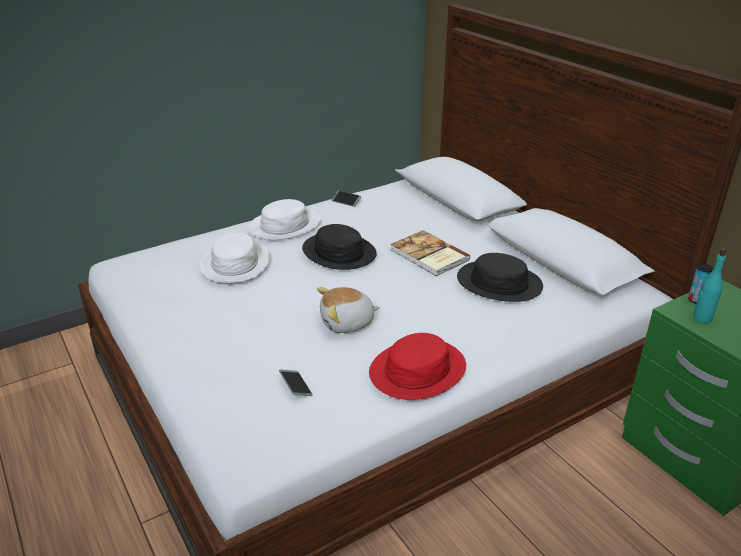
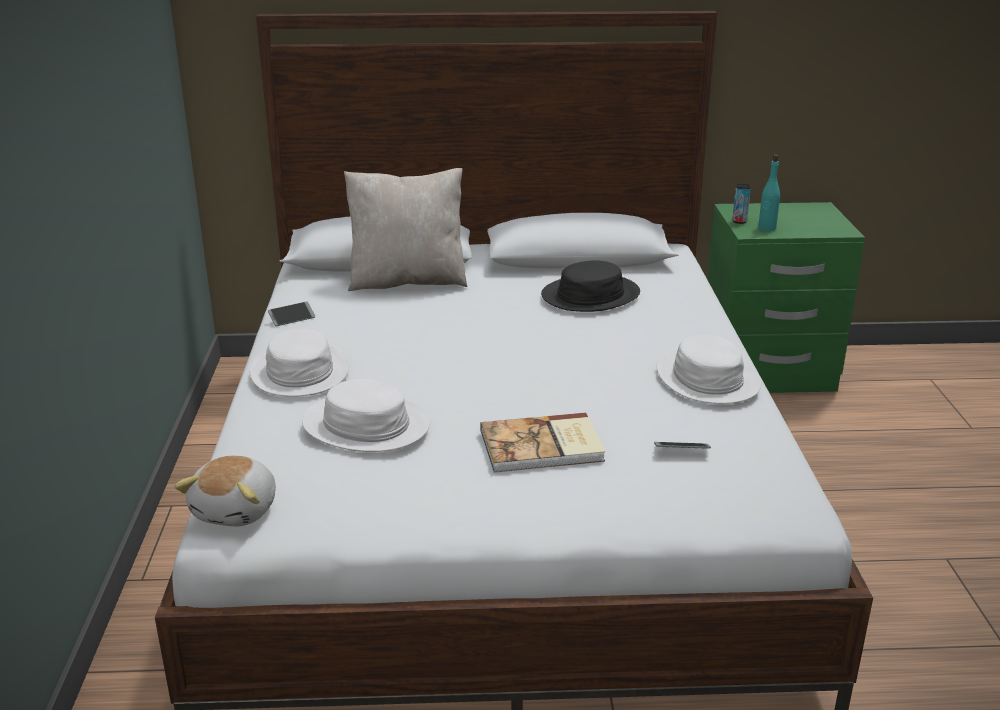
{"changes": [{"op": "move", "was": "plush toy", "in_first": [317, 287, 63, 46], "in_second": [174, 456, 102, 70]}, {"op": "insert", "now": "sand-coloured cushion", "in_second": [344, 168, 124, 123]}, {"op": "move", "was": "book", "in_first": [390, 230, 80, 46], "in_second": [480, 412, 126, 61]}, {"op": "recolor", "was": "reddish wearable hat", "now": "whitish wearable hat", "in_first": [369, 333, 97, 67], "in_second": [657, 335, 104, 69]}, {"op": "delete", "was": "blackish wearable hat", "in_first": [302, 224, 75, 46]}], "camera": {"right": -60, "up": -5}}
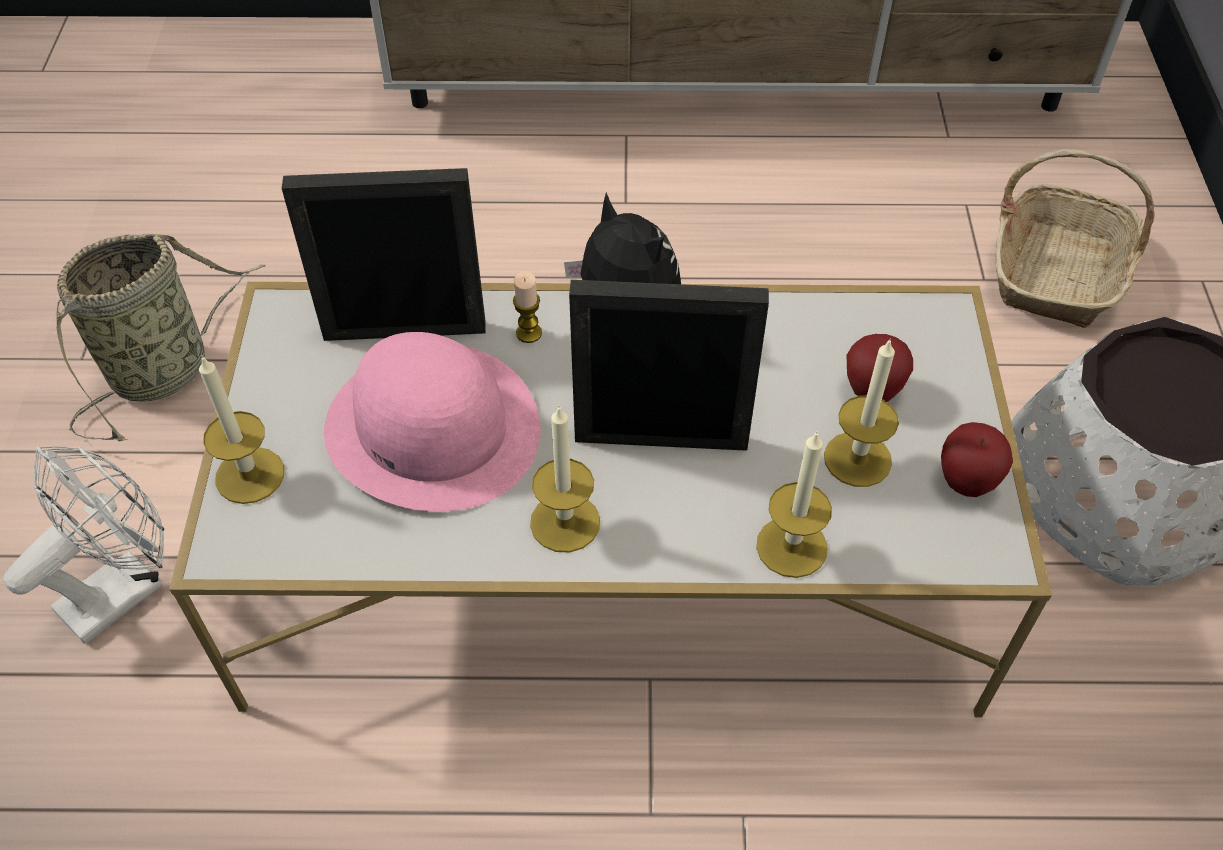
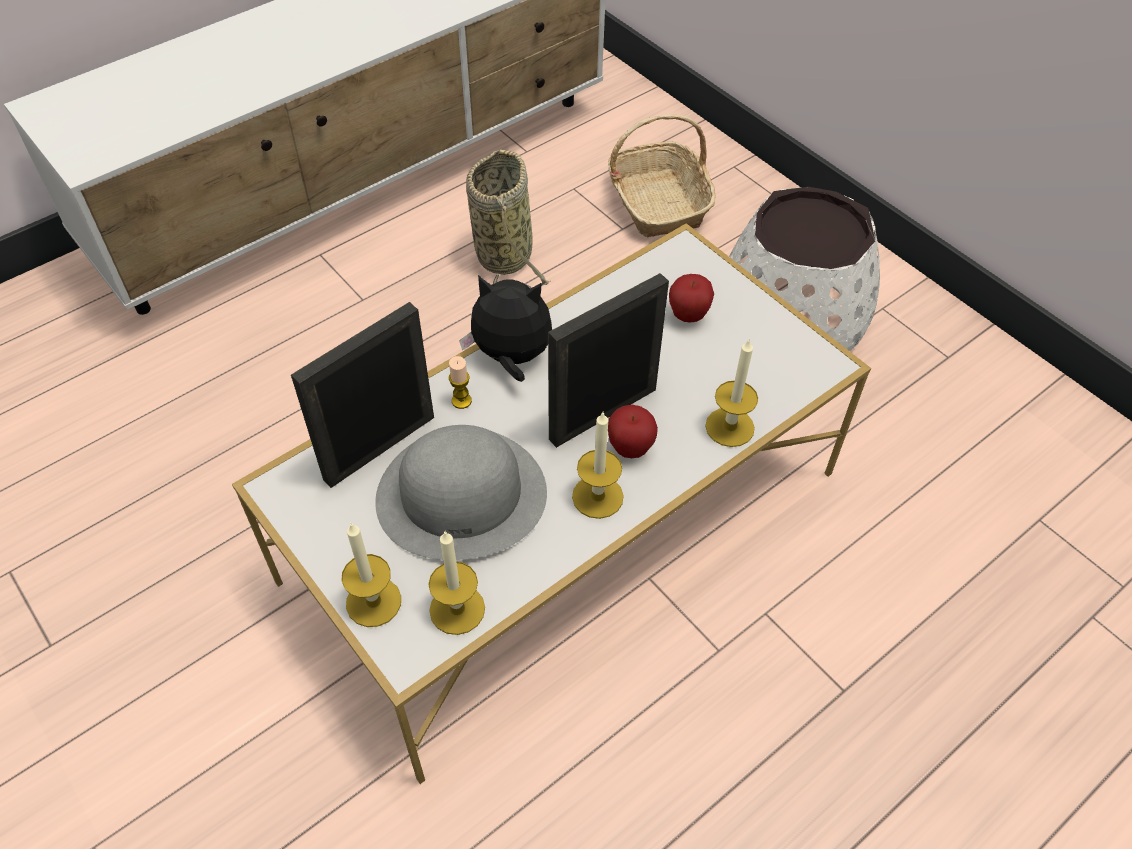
{"changes": [{"op": "recolor", "was": "pinkish wearable hat", "now": "gray wearable hat", "in_first": [324, 332, 217, 179], "in_second": [375, 425, 172, 135]}, {"op": "move", "was": "candle", "in_first": [824, 338, 75, 149], "in_second": [428, 530, 57, 105]}, {"op": "move", "was": "basket", "in_first": [56, 233, 209, 208], "in_second": [466, 149, 84, 137]}, {"op": "move", "was": "apple fruit", "in_first": [941, 422, 72, 75], "in_second": [608, 405, 50, 53]}, {"op": "delete", "was": "whitish fan", "in_first": [4, 446, 160, 198]}], "camera": {"right": -40, "up": 0}}
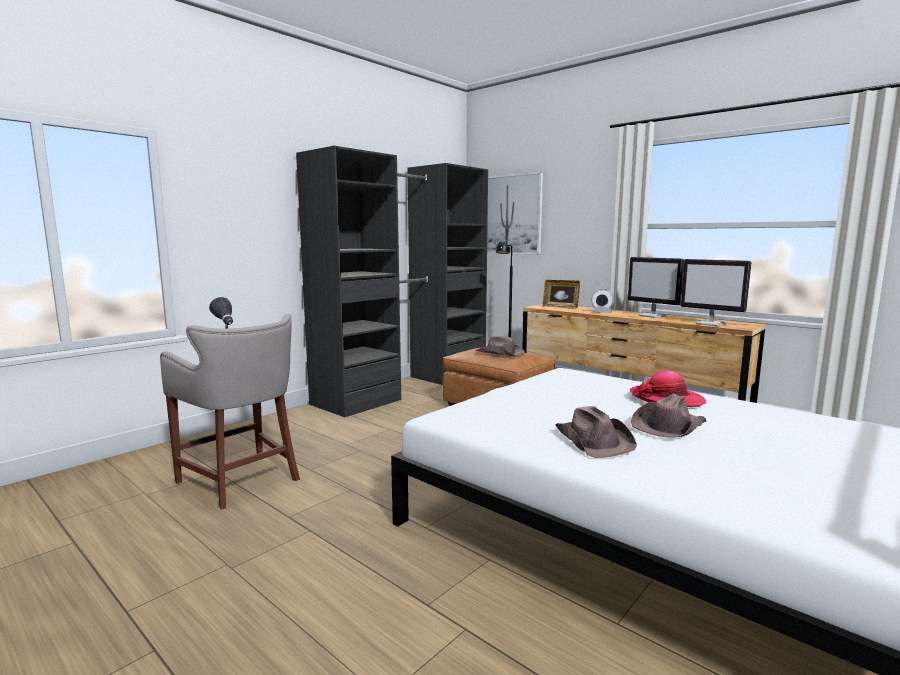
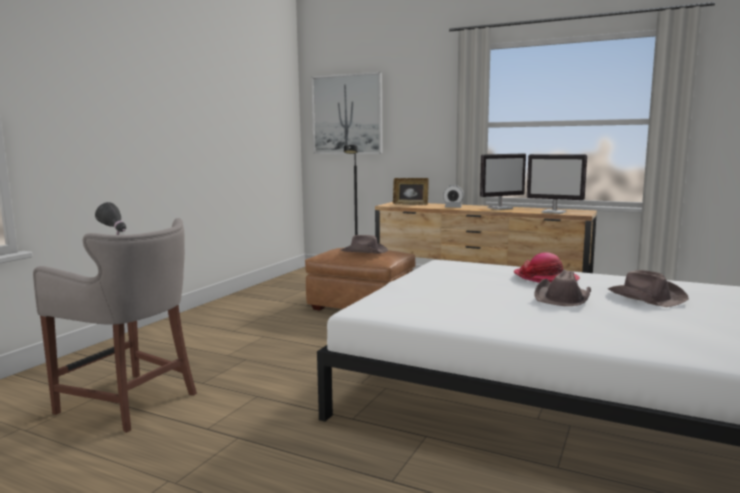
{"changes": [{"op": "rotate", "was": "monitor", "in_first": [628, 257, 56, 61], "in_second": [480, 153, 46, 57], "clockwise": -60}, {"op": "move", "was": "brownish wearable hat", "in_first": [555, 406, 82, 52], "in_second": [608, 270, 81, 37]}, {"op": "delete", "was": "blackish clothes cupboard", "in_first": [296, 146, 192, 271]}], "camera": {"right": -15, "up": 0}}
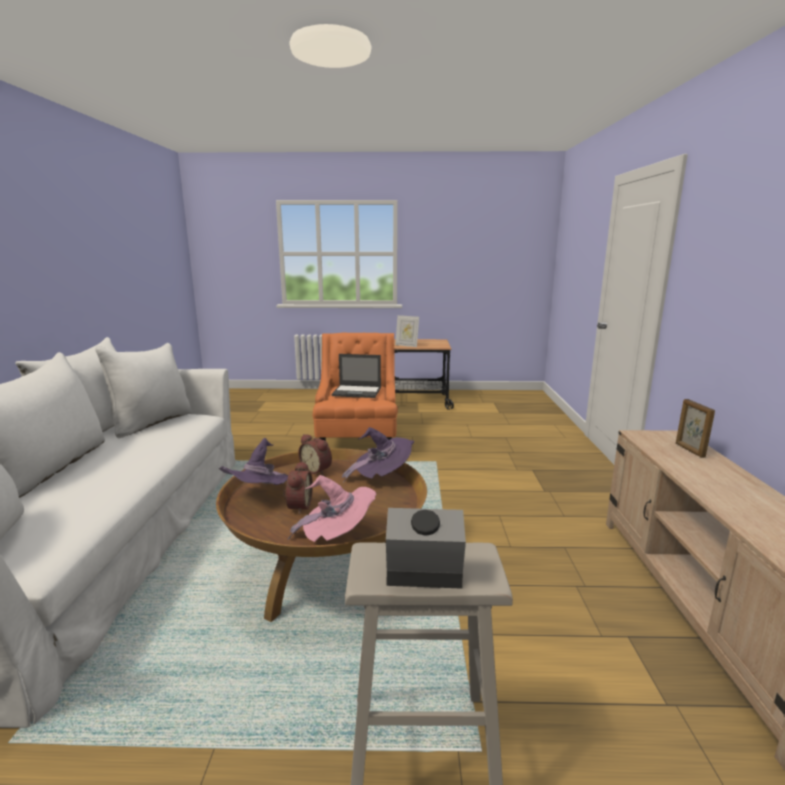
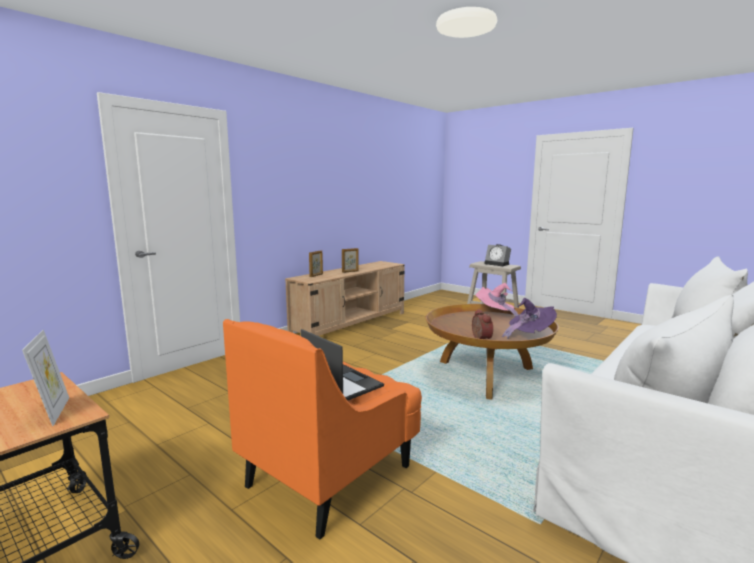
{"changes": [{"op": "insert", "now": "picture frame", "in_second": [342, 248, 17, 25]}, {"op": "delete", "was": "bedside clock", "in_first": [283, 461, 30, 54]}, {"op": "delete", "was": "purplish wearable hat", "in_first": [342, 427, 72, 56]}], "camera": {"right": -140, "up": -5}}
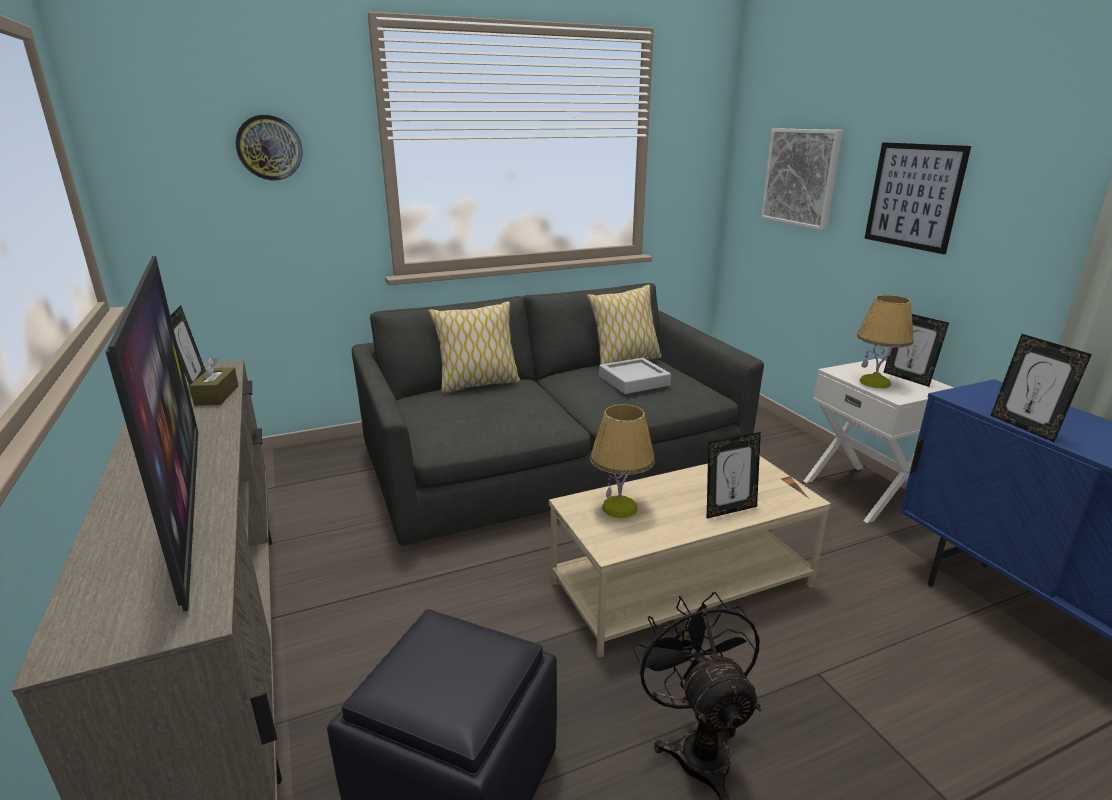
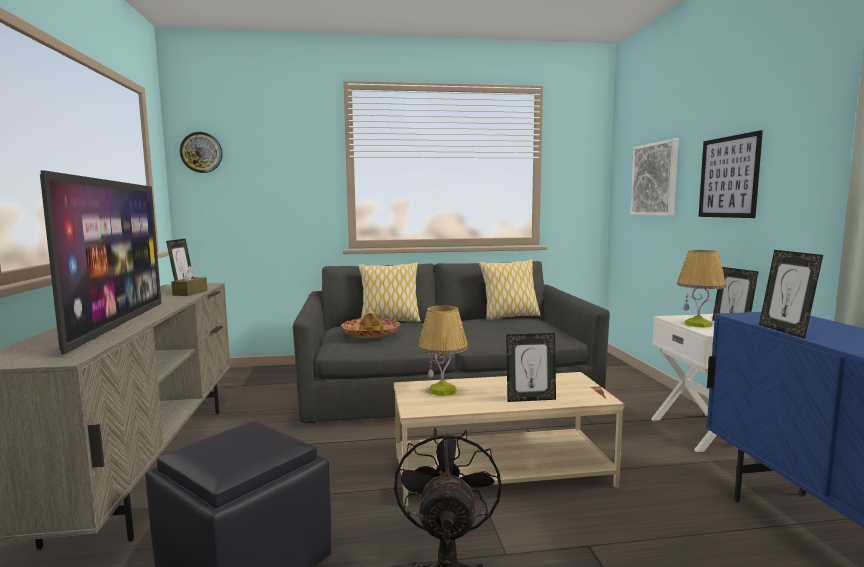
{"changes": [{"op": "move", "was": "hanging clock", "in_first": [235, 115, 68, 65], "in_second": [180, 132, 43, 41]}, {"op": "insert", "now": "wearable hat", "in_second": [341, 311, 60, 27]}, {"op": "delete", "was": "gray tray", "in_first": [599, 358, 72, 36]}], "camera": {"right": 15, "up": -15}}
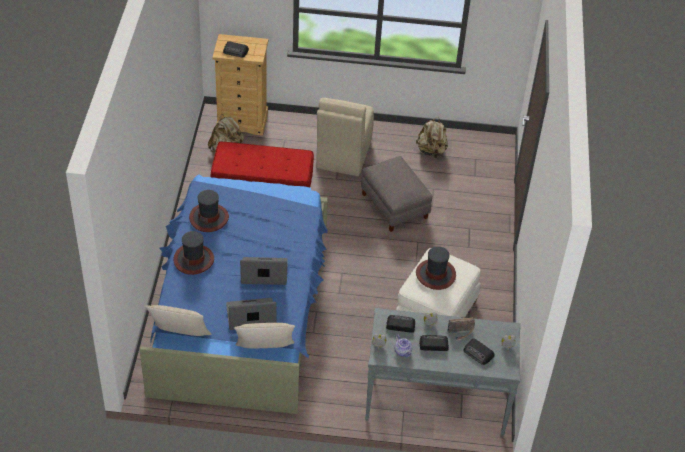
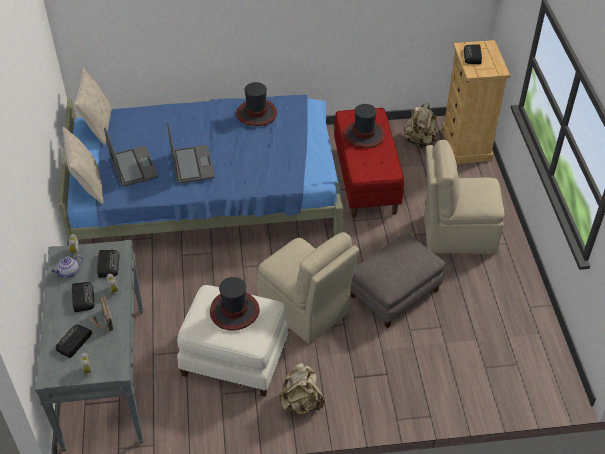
{"changes": [{"op": "insert", "now": "sand-coloured upright chair", "in_second": [257, 232, 102, 112]}, {"op": "move", "was": "sand-coloured rucksack", "in_first": [416, 117, 32, 41], "in_second": [279, 362, 45, 53]}, {"op": "move", "was": "wearable hat", "in_first": [173, 231, 41, 44], "in_second": [344, 104, 41, 44]}], "camera": {"right": 80, "up": 0}}
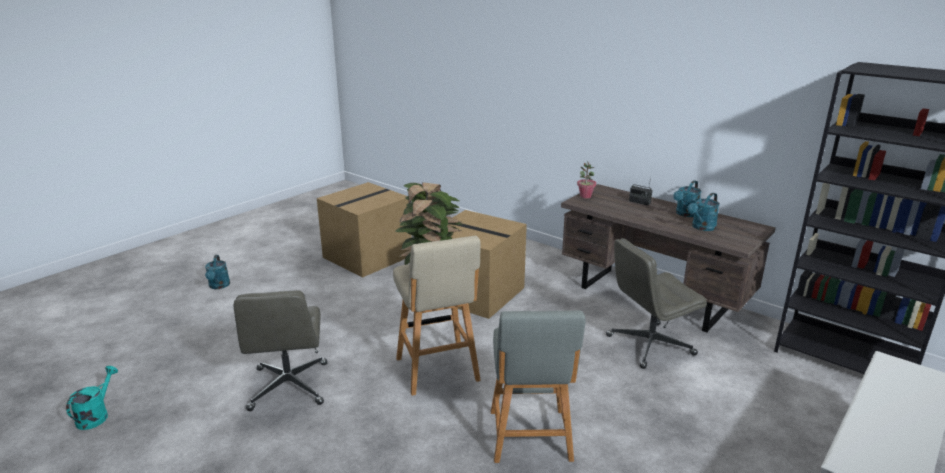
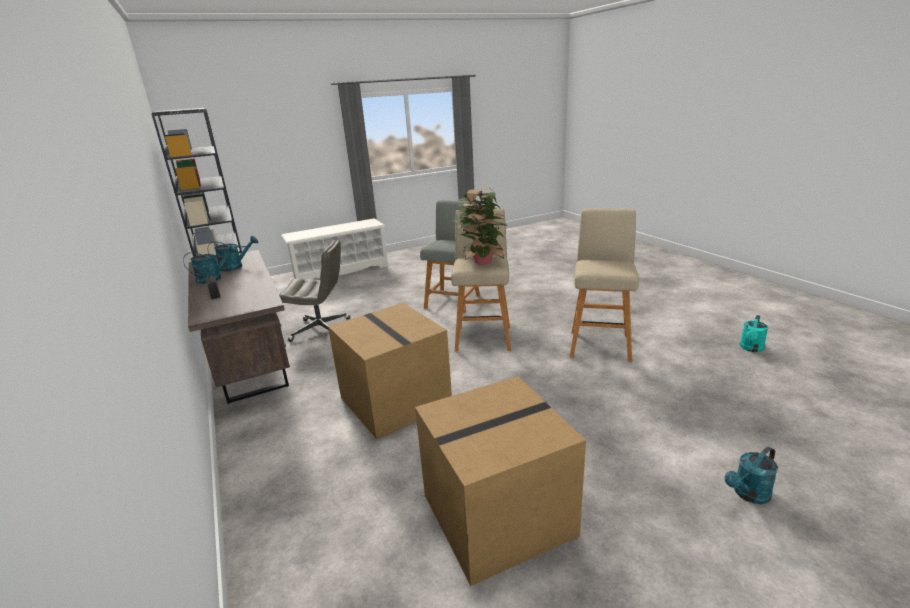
{"changes": [{"op": "replace", "was": "gray desk chair", "now": "sand-coloured stool seat", "in_first": [234, 290, 93, 121], "in_second": [570, 209, 69, 153]}, {"op": "rotate", "was": "turquoise watering pot", "in_first": [205, 255, 25, 34], "in_second": [725, 447, 53, 57], "clockwise": -135}, {"op": "delete", "was": "potted plant", "in_first": [577, 161, 19, 37]}], "camera": {"right": -155, "up": 0}}
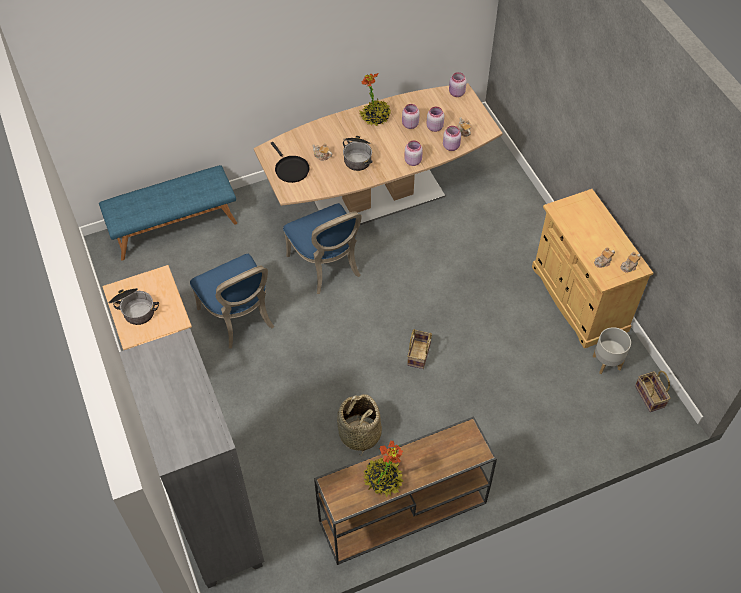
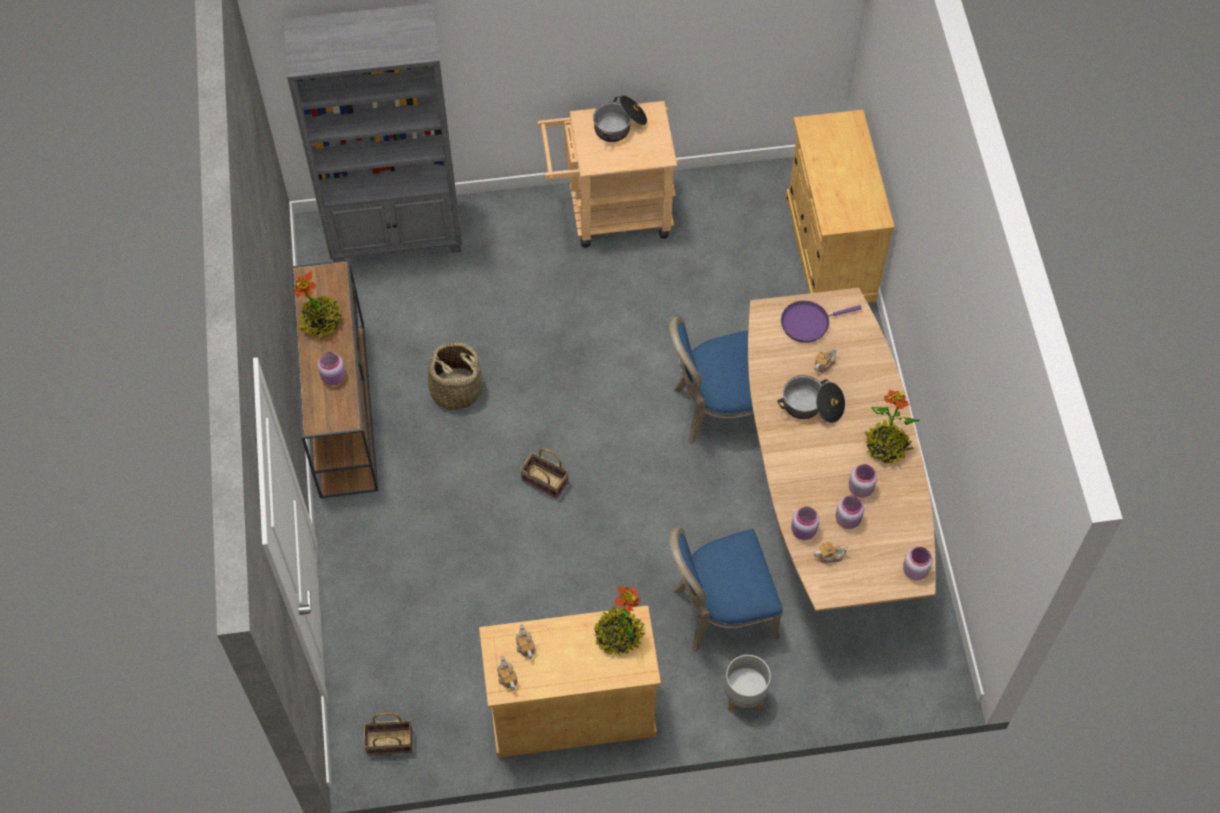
{"changes": [{"op": "move", "was": "pinkish preserve jar", "in_first": [404, 140, 19, 26], "in_second": [318, 352, 27, 33]}, {"op": "insert", "now": "potted plant", "in_second": [593, 586, 52, 69]}, {"op": "move", "was": "blue-coloured upright chair", "in_first": [190, 254, 84, 95], "in_second": [670, 527, 113, 125]}, {"op": "move", "was": "gray planter", "in_first": [592, 327, 39, 47], "in_second": [725, 655, 46, 58]}, {"op": "recolor", "was": "blackish frying pan", "now": "purplish frying pan", "in_first": [271, 142, 39, 41], "in_second": [781, 301, 81, 42]}, {"op": "replace", "was": "blue-coloured indoor bench", "now": "sand-coloured cabinet", "in_first": [99, 165, 138, 96], "in_second": [786, 110, 109, 193]}], "camera": {"right": 105, "up": 5}}
